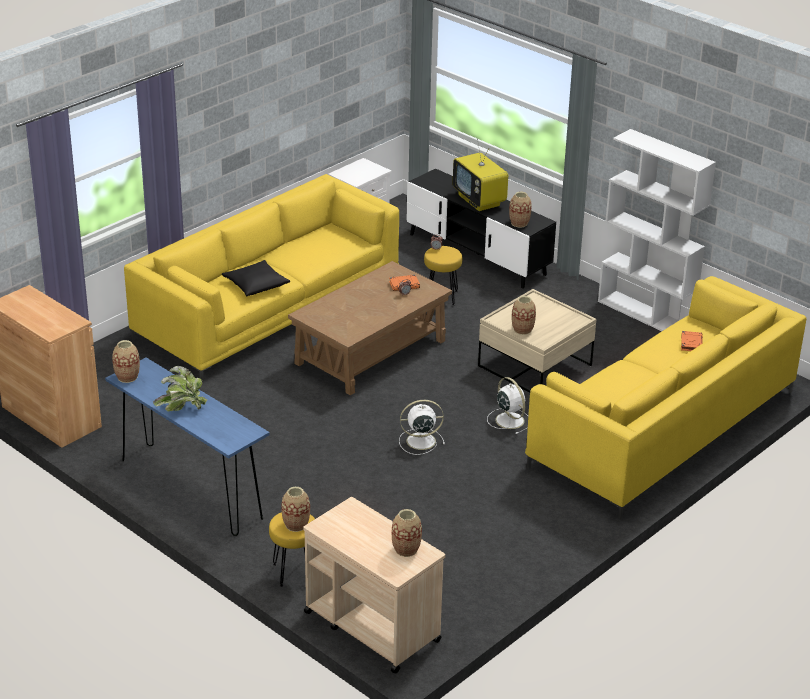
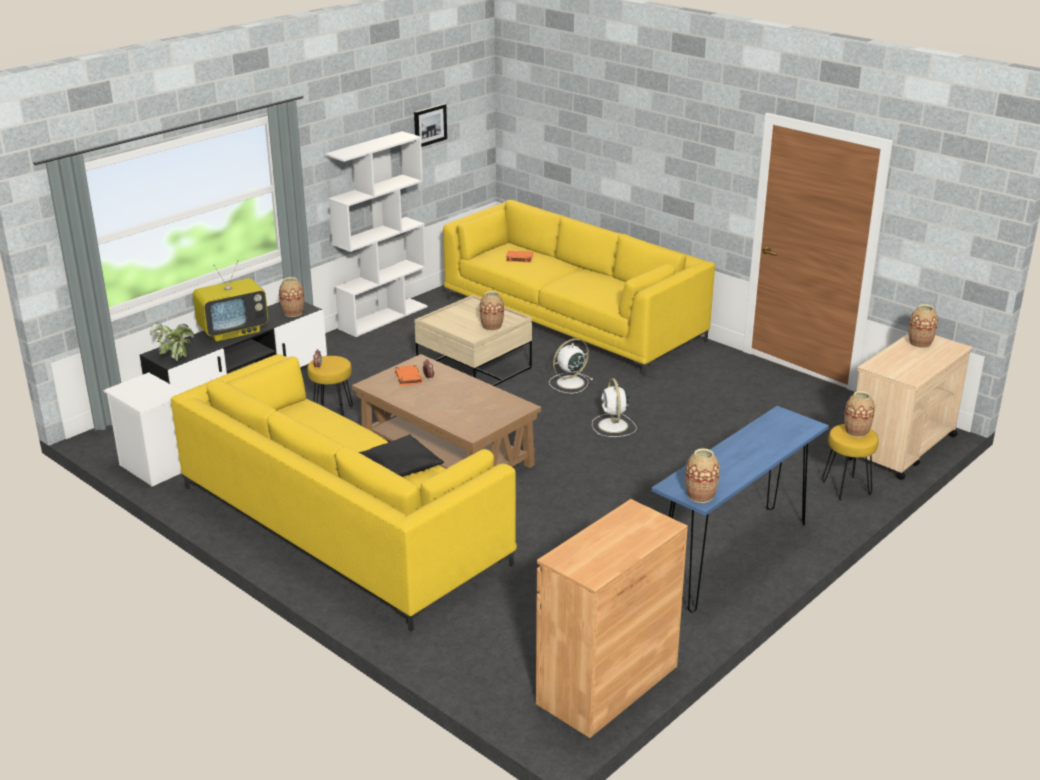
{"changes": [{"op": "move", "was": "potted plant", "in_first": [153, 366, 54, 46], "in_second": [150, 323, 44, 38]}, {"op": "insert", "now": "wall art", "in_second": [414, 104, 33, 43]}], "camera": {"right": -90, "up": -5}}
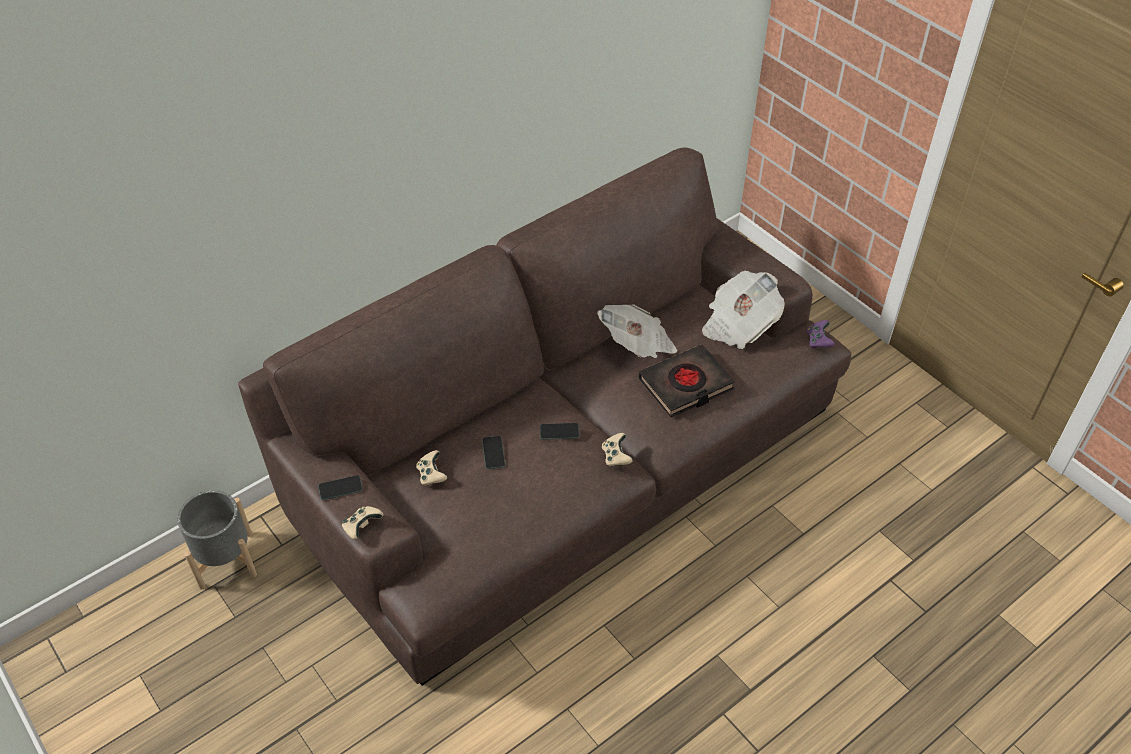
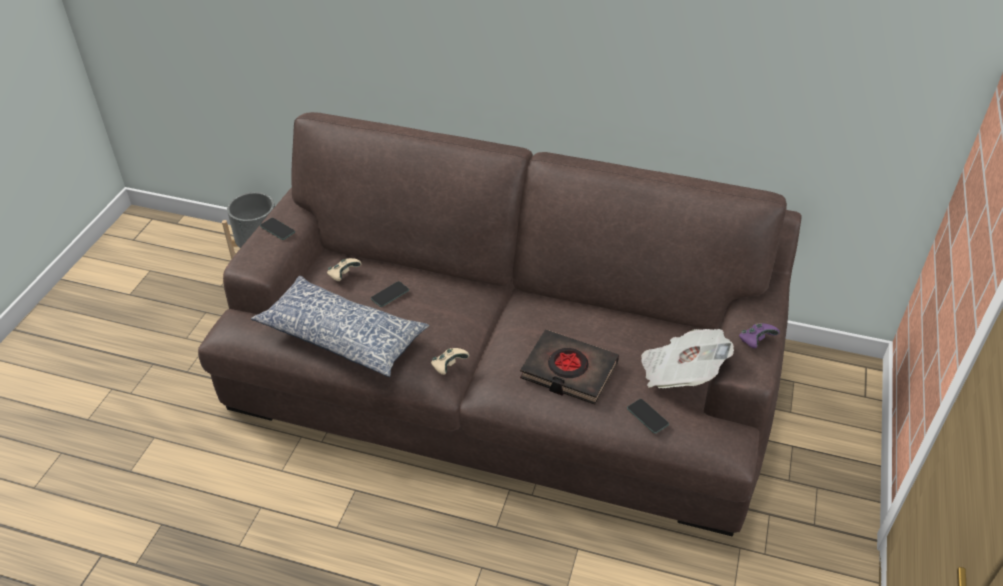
{"changes": [{"op": "insert", "now": "cushion", "in_second": [251, 276, 178, 101]}, {"op": "move", "was": "phone", "in_first": [540, 423, 39, 17], "in_second": [627, 399, 42, 35]}, {"op": "move", "was": "purplish gamepad", "in_first": [806, 320, 29, 29], "in_second": [739, 323, 41, 26]}, {"op": "delete", "was": "sand-coloured gamepad", "in_first": [342, 506, 41, 33]}, {"op": "delete", "was": "printed paper", "in_first": [597, 305, 80, 53]}], "camera": {"right": 55, "up": -5}}
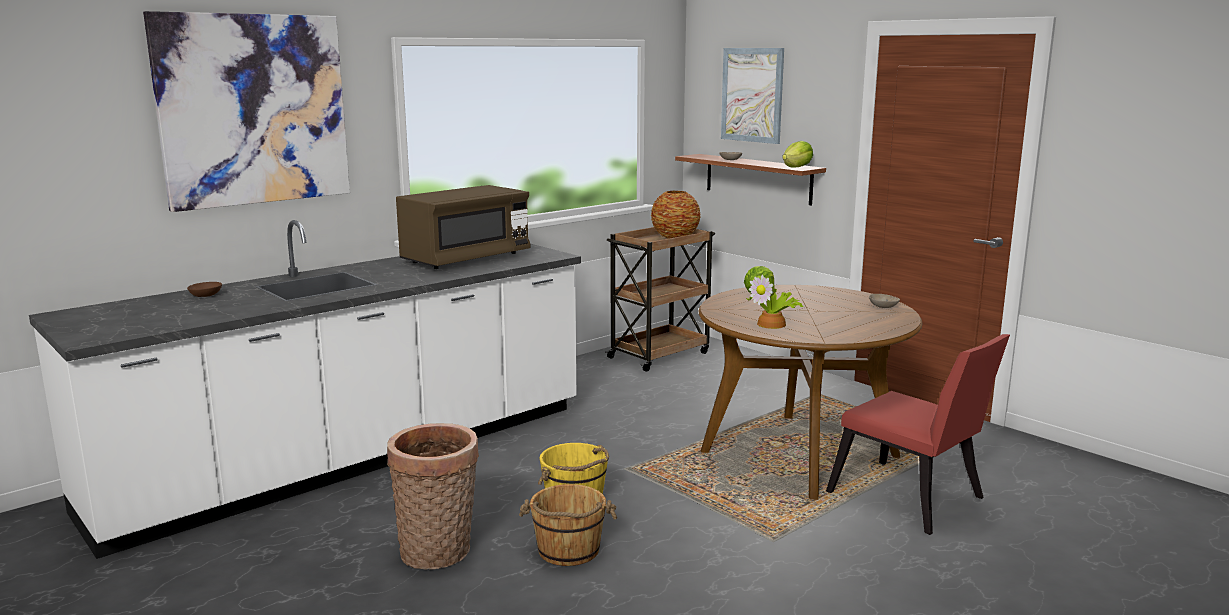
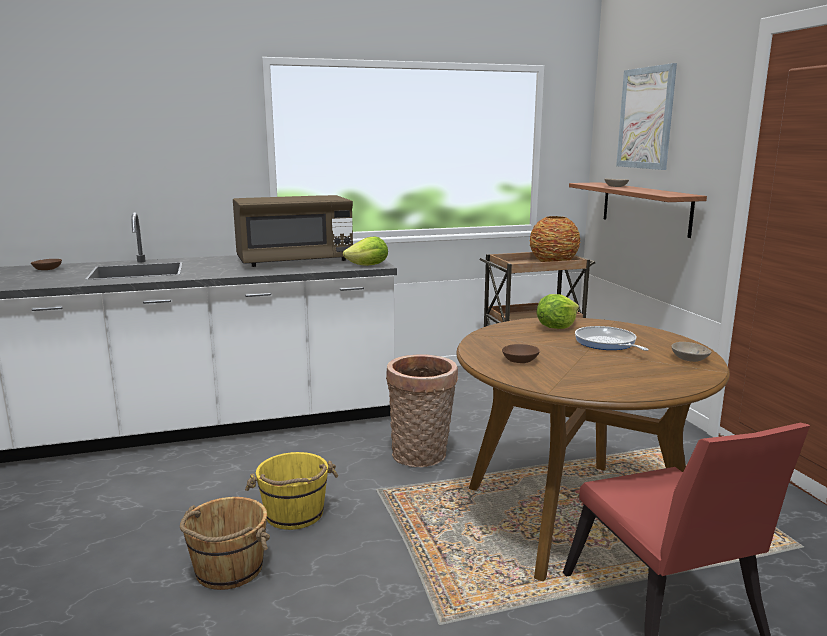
{"changes": [{"op": "move", "was": "head of lettuce", "in_first": [782, 141, 31, 27], "in_second": [343, 236, 45, 30]}, {"op": "move", "was": "basket", "in_first": [387, 423, 92, 147], "in_second": [386, 354, 72, 113]}, {"op": "replace", "was": "potted plant", "now": "brownish serving bowl", "in_first": [746, 274, 57, 55], "in_second": [502, 344, 38, 19]}, {"op": "insert", "now": "frying pan", "in_second": [575, 326, 74, 25]}, {"op": "delete", "was": "wall art", "in_first": [143, 11, 207, 201]}], "camera": {"right": 25, "up": 0}}
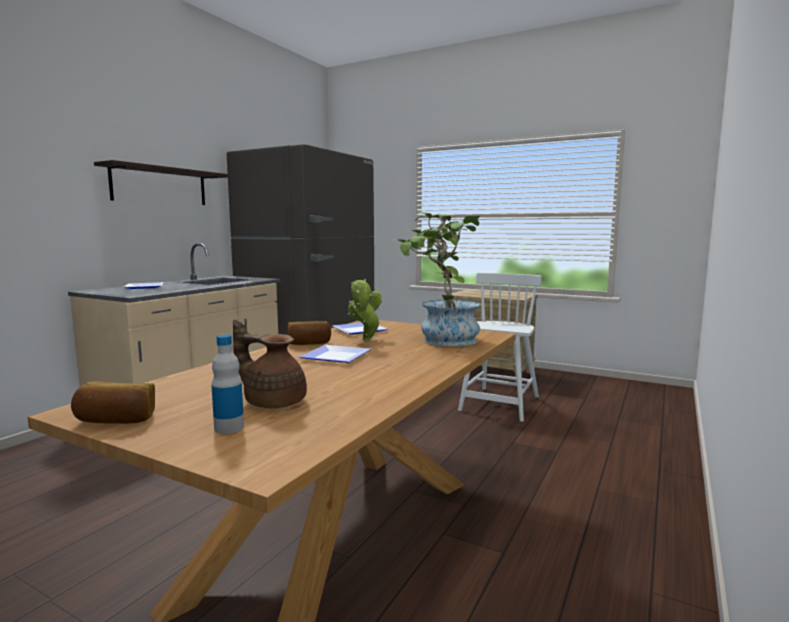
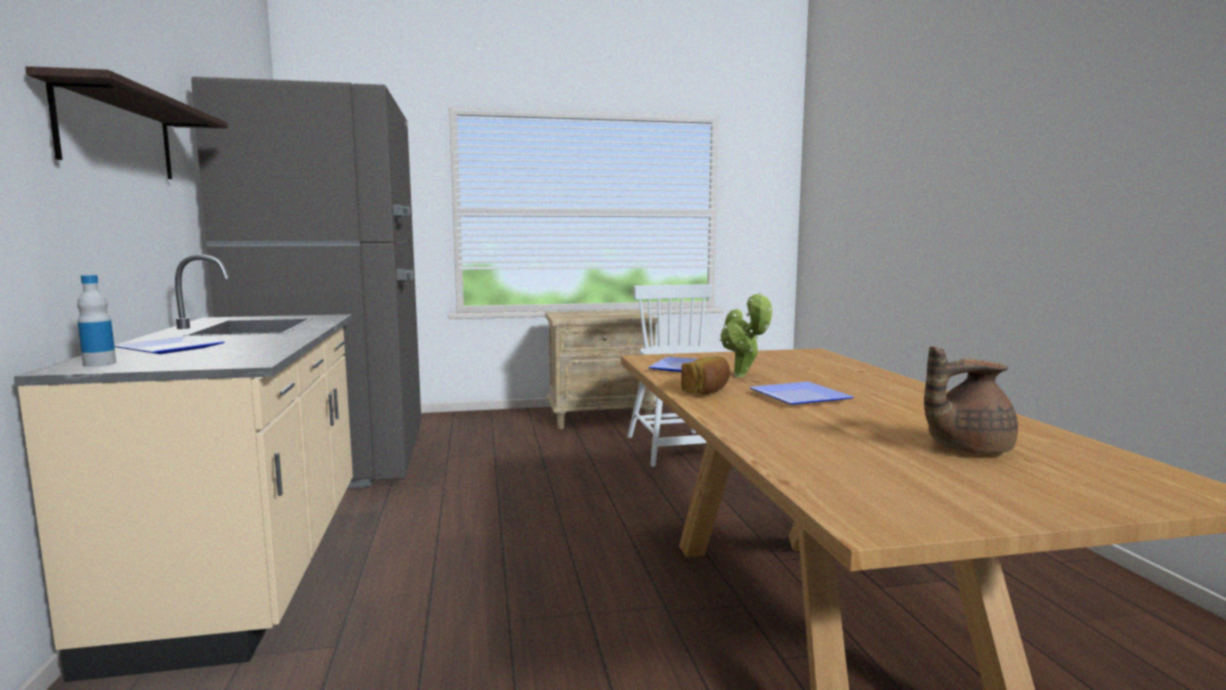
{"changes": [{"op": "move", "was": "beverage bottle", "in_first": [211, 334, 33, 100], "in_second": [77, 275, 39, 92]}, {"op": "delete", "was": "bakery bread", "in_first": [71, 381, 84, 43]}, {"op": "delete", "was": "potted plant", "in_first": [392, 211, 89, 135]}], "camera": {"right": -40, "up": 0}}
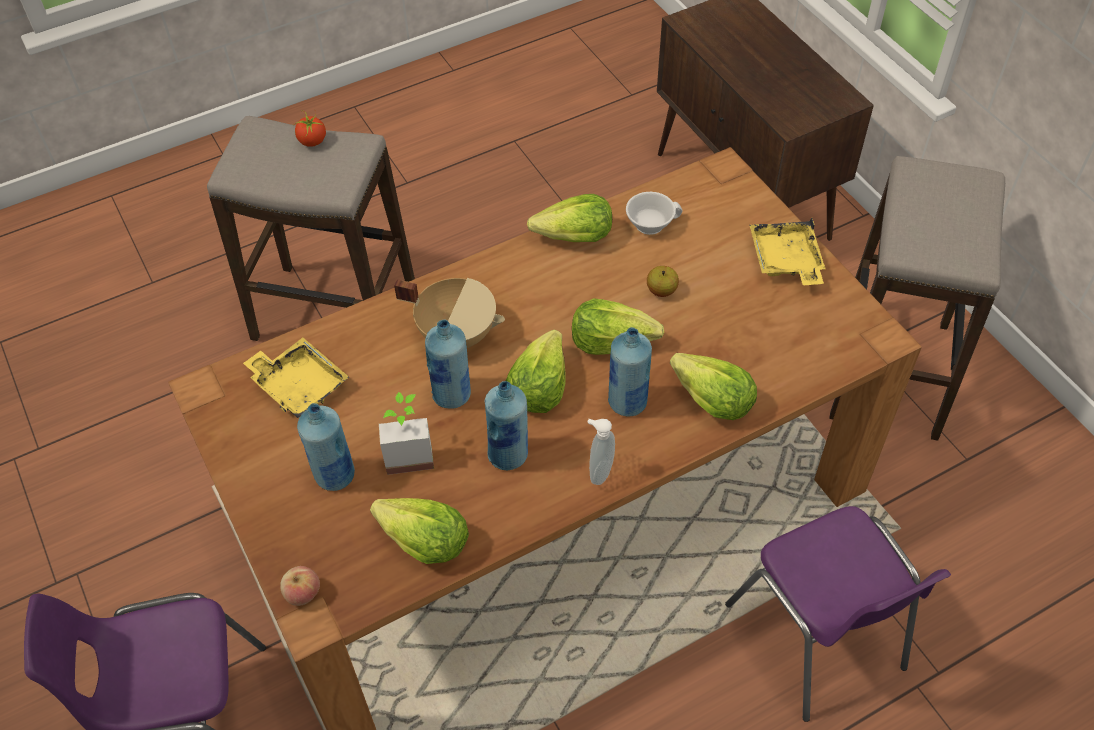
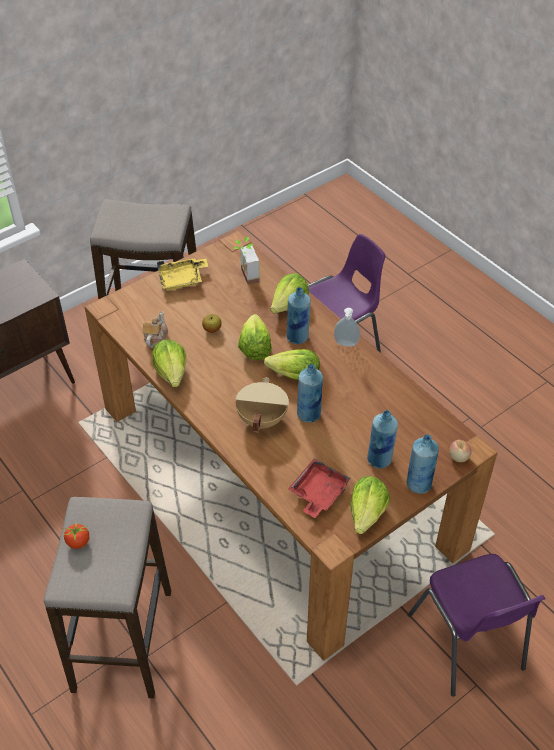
{"changes": [{"op": "replace", "was": "whitish small cup", "now": "teapot", "in_first": [626, 192, 56, 43], "in_second": [143, 311, 25, 37]}, {"op": "move", "was": "potted plant", "in_first": [379, 392, 55, 83], "in_second": [233, 237, 26, 48]}, {"op": "recolor", "was": "yellow tray", "now": "reddish tray", "in_first": [243, 337, 106, 81], "in_second": [288, 458, 63, 60]}, {"op": "move", "was": "head of lettuce", "in_first": [370, 498, 99, 66], "in_second": [350, 476, 40, 58]}, {"op": "move", "was": "blue-coloured beverage bottle", "in_first": [484, 381, 44, 89], "in_second": [407, 434, 32, 60]}], "camera": {"right": -100, "up": -5}}
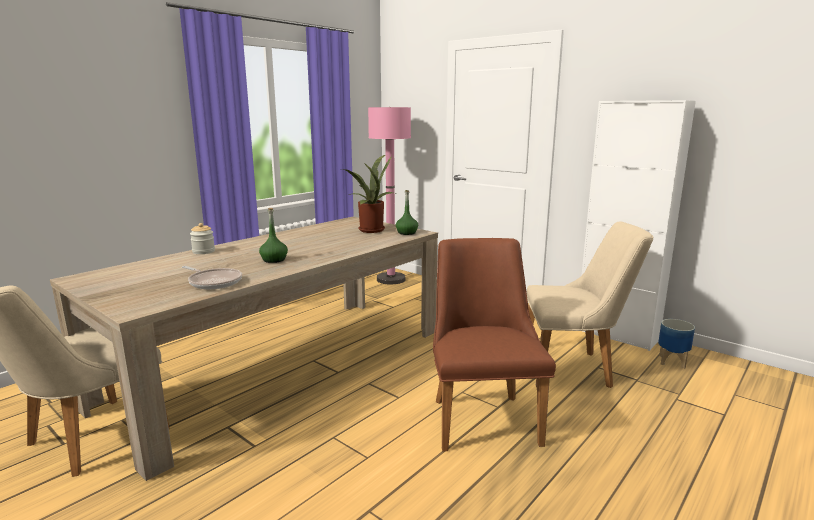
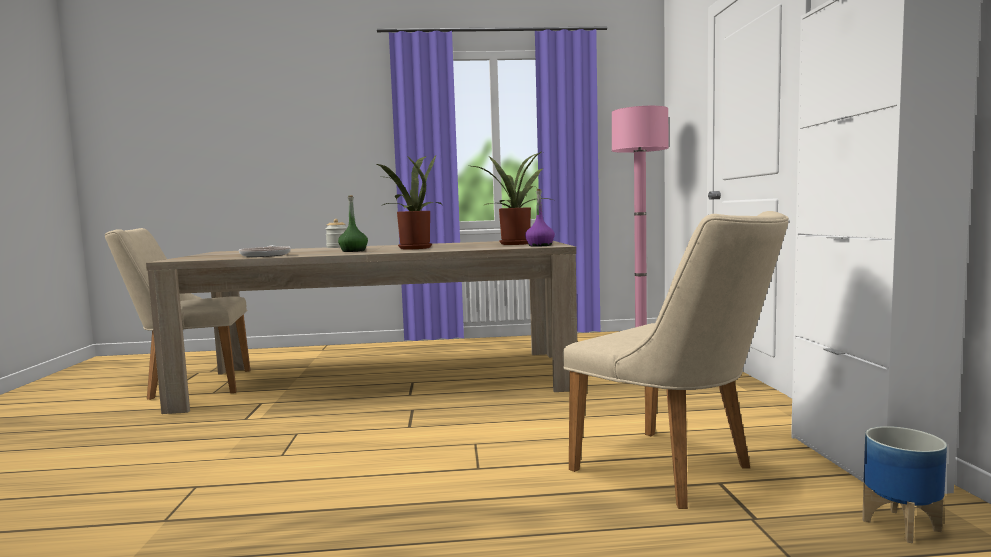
{"changes": [{"op": "insert", "now": "potted plant", "in_second": [377, 155, 65, 94]}, {"op": "recolor", "was": "green beverage bottle", "now": "purplish beverage bottle", "in_first": [396, 190, 22, 45], "in_second": [525, 189, 30, 58]}, {"op": "delete", "was": "brownish upright chair", "in_first": [433, 238, 123, 214]}], "camera": {"right": 45, "up": -10}}
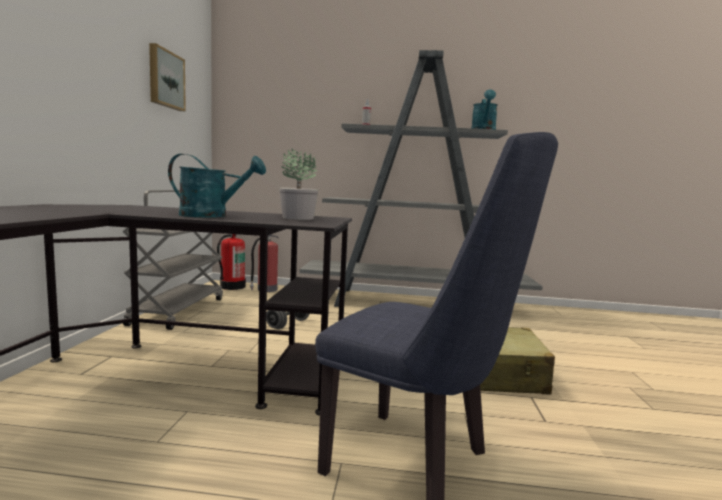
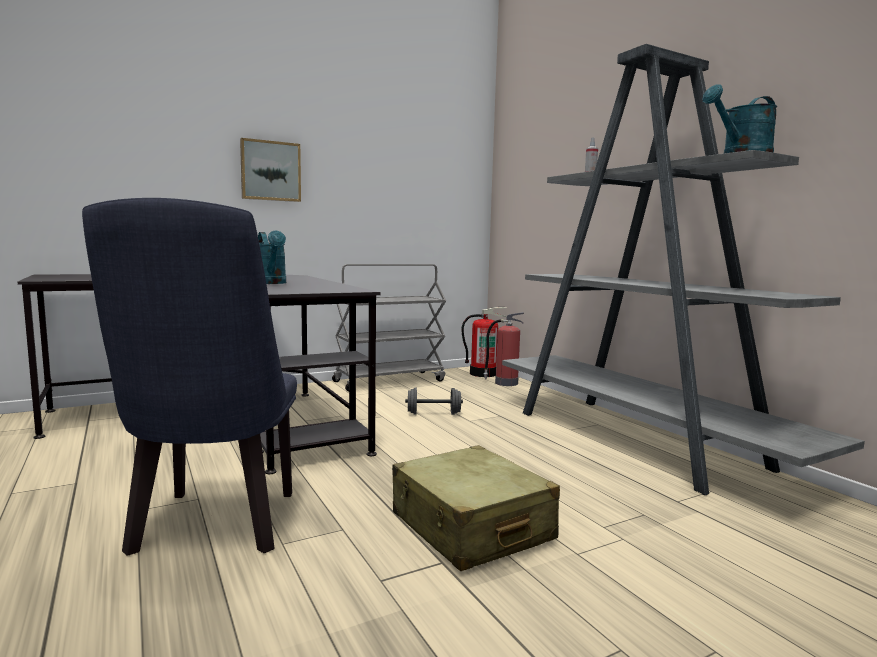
{"changes": [{"op": "move", "was": "wall art", "in_first": [149, 43, 37, 68], "in_second": [240, 138, 61, 64]}, {"op": "delete", "was": "potted plant", "in_first": [279, 148, 39, 72]}], "camera": {"right": 55, "up": 0}}
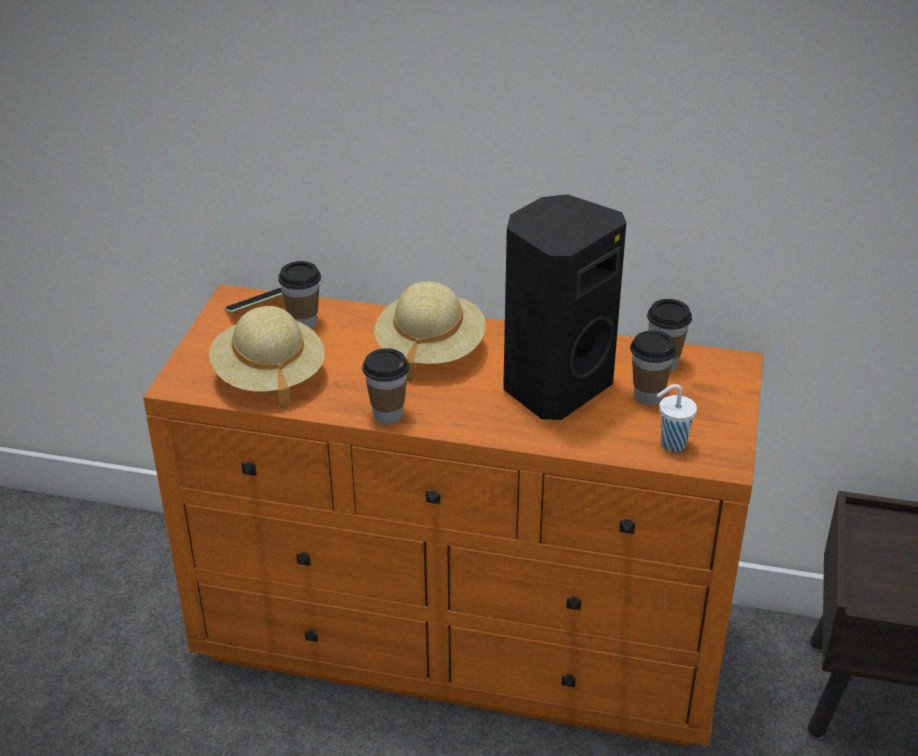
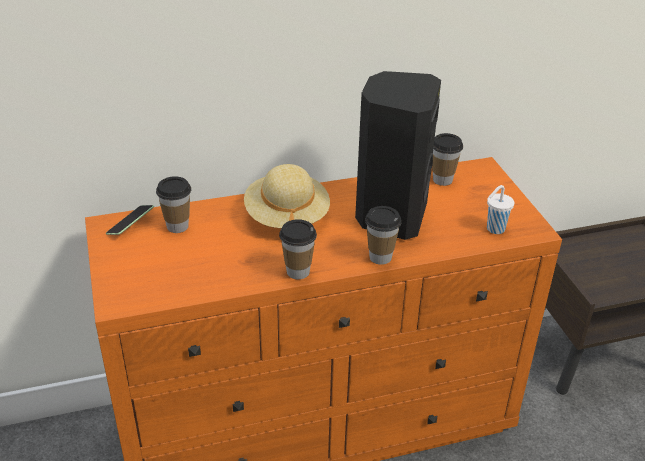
{"changes": [{"op": "move", "was": "small cup", "in_first": [630, 330, 47, 75], "in_second": [365, 206, 36, 59]}, {"op": "delete", "was": "sand-coloured wearable hat", "in_first": [209, 306, 116, 103]}], "camera": {"right": -30, "up": 0}}
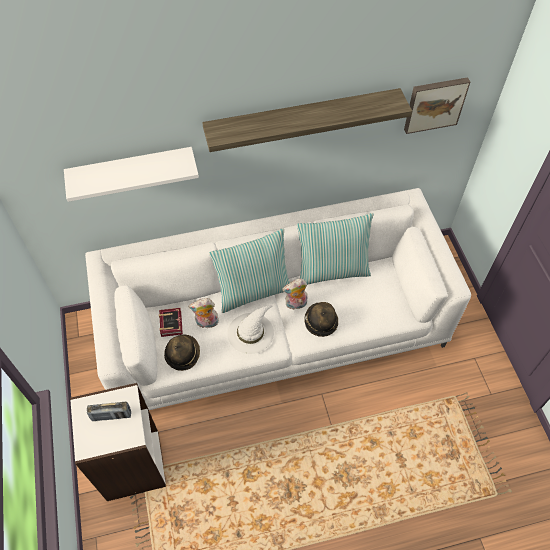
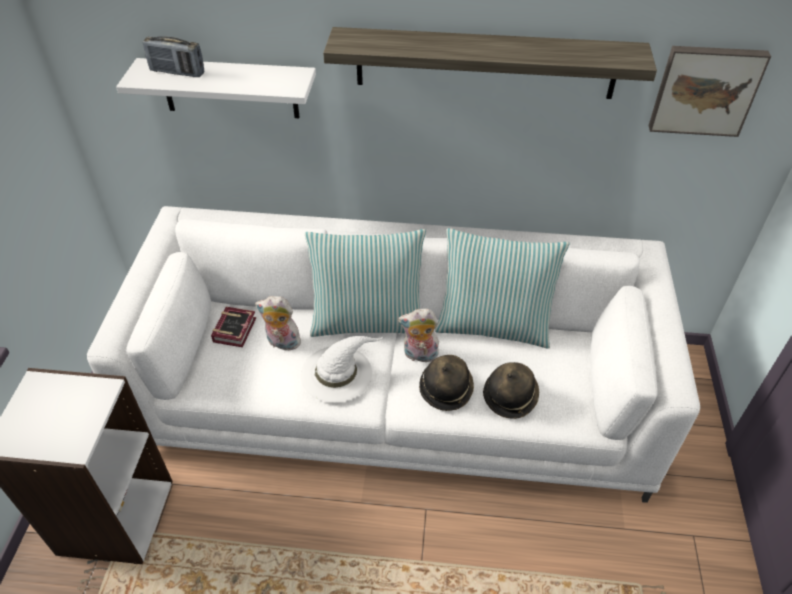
{"changes": [{"op": "move", "was": "radio", "in_first": [87, 402, 44, 19], "in_second": [142, 36, 62, 41]}, {"op": "move", "was": "wearable hat", "in_first": [164, 335, 36, 36], "in_second": [483, 362, 56, 57]}], "camera": {"right": 20, "up": -10}}
